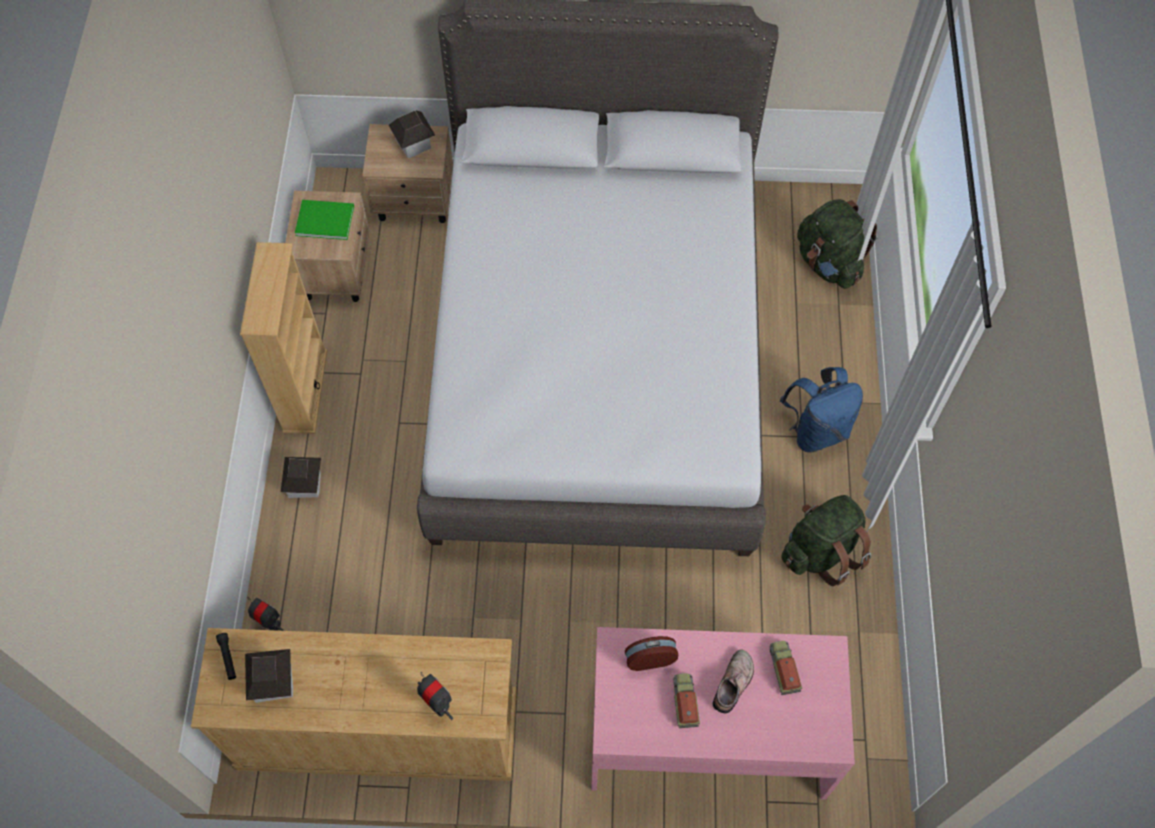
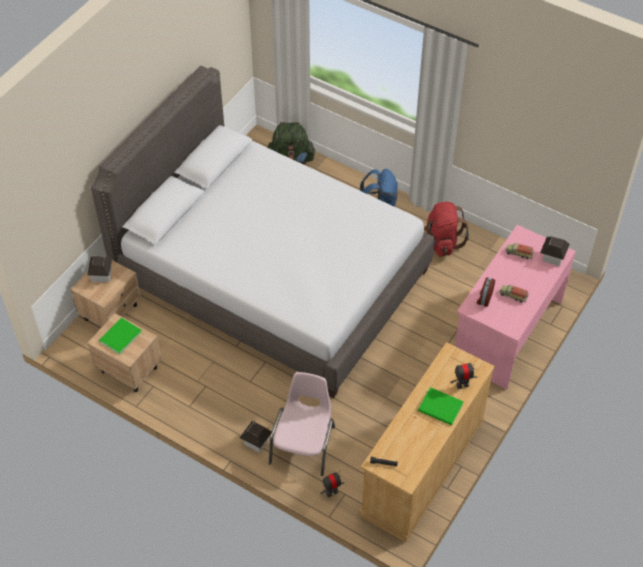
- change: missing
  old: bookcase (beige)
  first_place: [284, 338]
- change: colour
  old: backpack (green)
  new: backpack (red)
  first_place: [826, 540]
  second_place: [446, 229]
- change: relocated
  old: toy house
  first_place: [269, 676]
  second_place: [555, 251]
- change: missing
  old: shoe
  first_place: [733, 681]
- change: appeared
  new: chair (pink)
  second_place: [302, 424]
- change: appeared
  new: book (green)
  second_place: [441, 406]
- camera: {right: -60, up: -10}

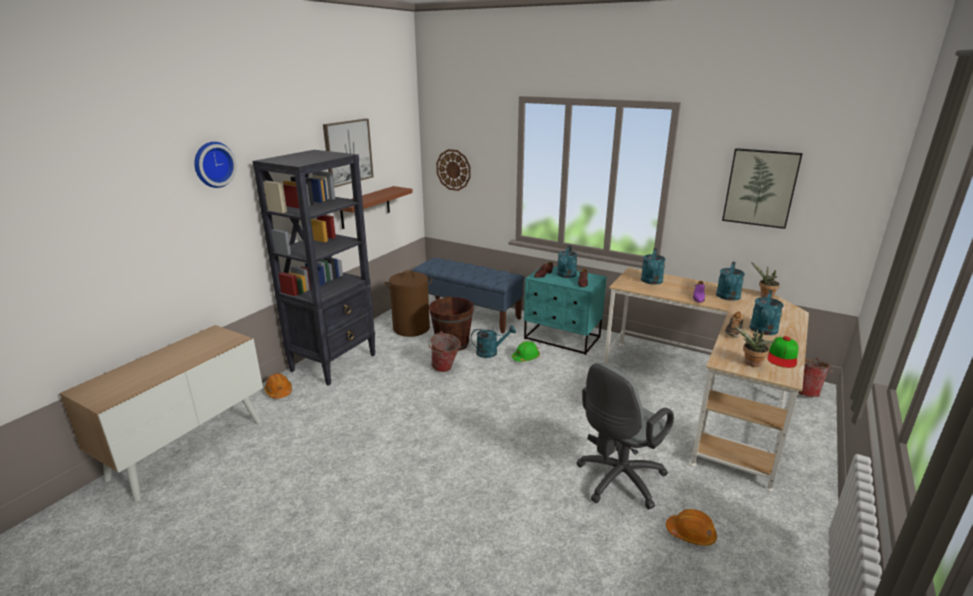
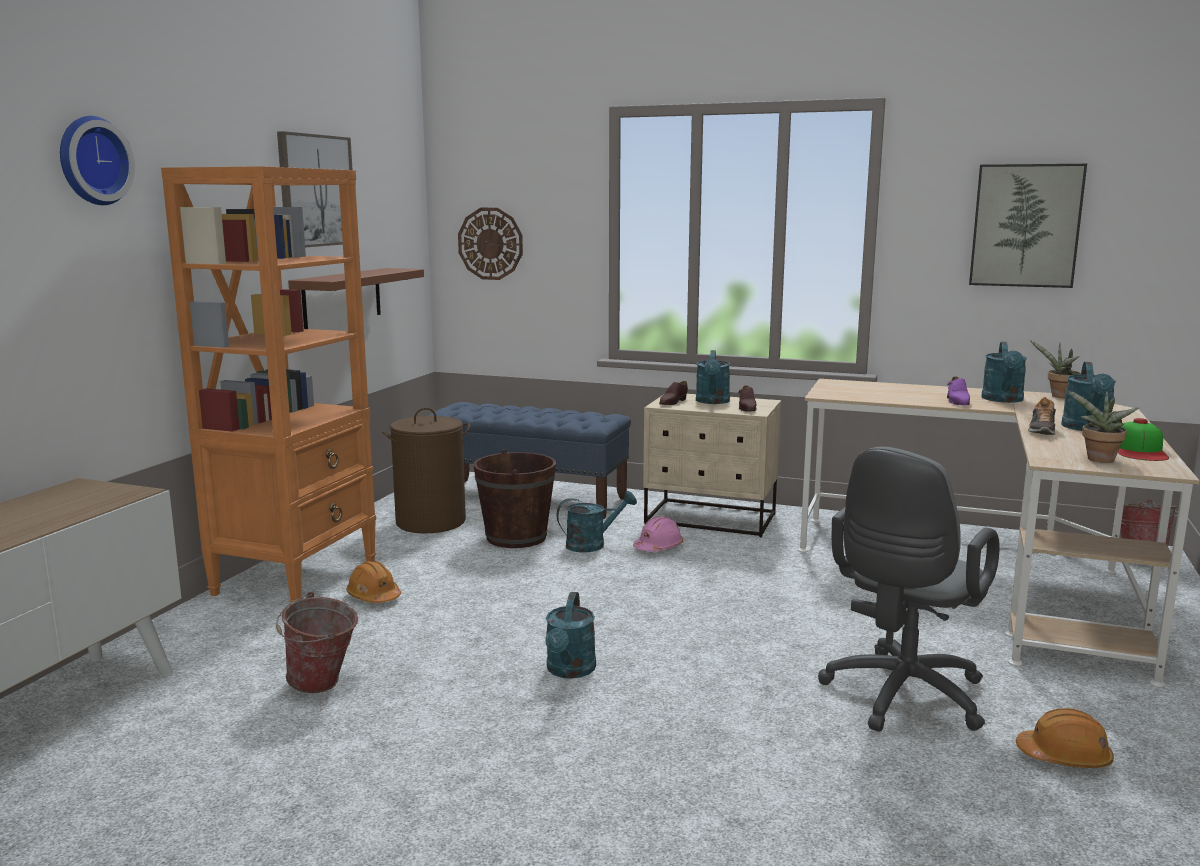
- change: colour
  old: bookcase (black)
  new: bookcase (orange)
  first_place: [314, 268]
  second_place: [268, 384]
- change: relocated
  old: watering can (turquoise)
  first_place: [653, 266]
  second_place: [570, 635]
- change: colour
  old: nightstand (turquoise)
  new: nightstand (beige)
  first_place: [565, 310]
  second_place: [712, 465]
- change: relocated
  old: bucket
  first_place: [444, 351]
  second_place: [317, 642]
- change: colour
  old: hard hat (green)
  new: hard hat (pink)
  first_place: [525, 351]
  second_place: [658, 533]
- change: relocated
  old: hard hat (orange)
  first_place: [278, 386]
  second_place: [373, 582]
- camera: {right: -10, up: -10}

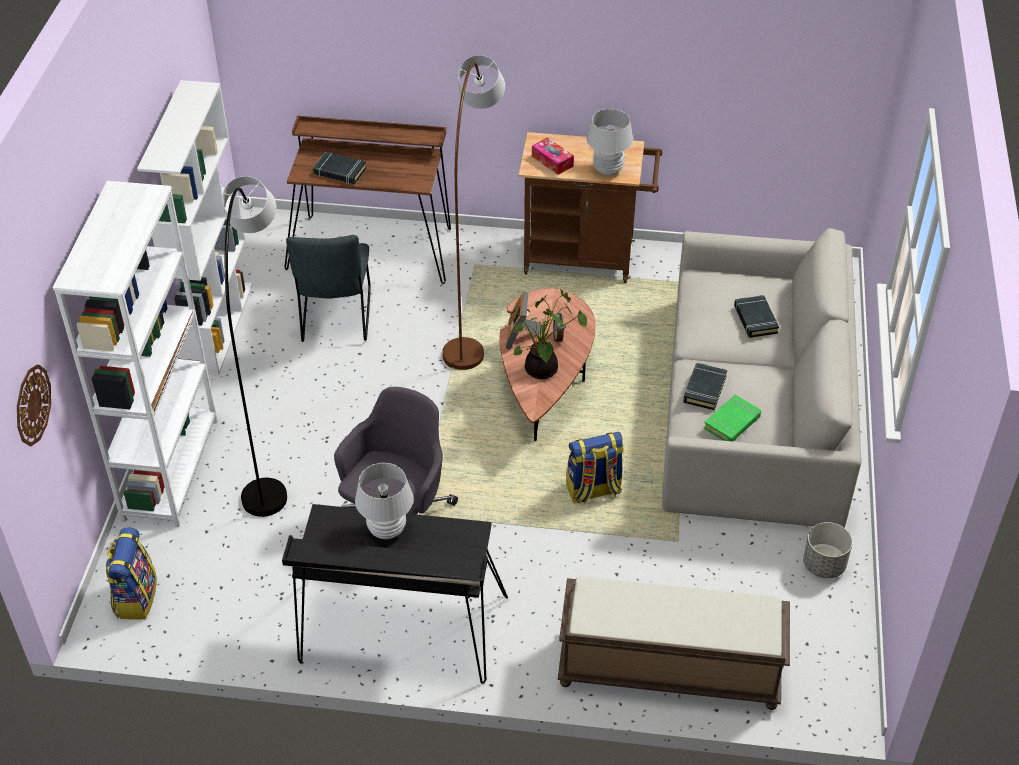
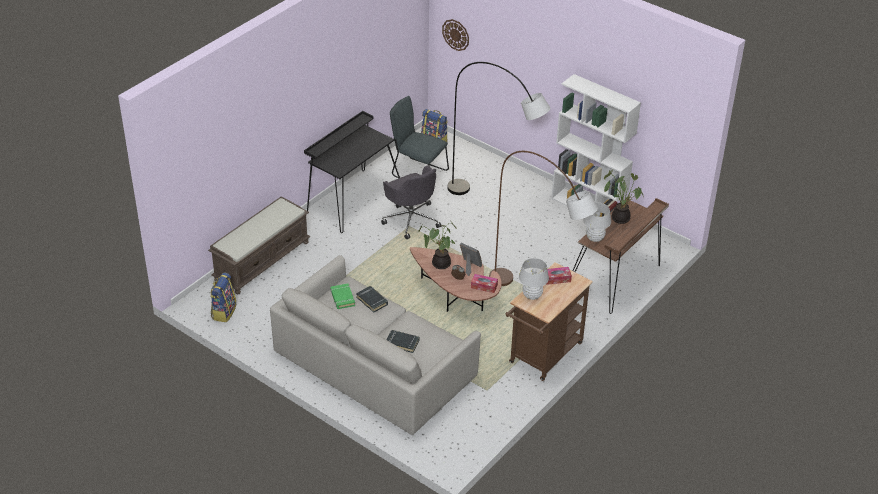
- change: exchanged
  old: book (black)
  new: potted plant
  first_place: [339, 168]
  second_place: [624, 197]
- change: missing
  old: bookcase (white)
  first_place: [135, 354]
- change: relocated
  old: chair (grey)
  first_place: [328, 288]
  second_place: [419, 137]
- change: relocated
  old: backpack
  first_place: [595, 468]
  second_place: [223, 297]
- change: relocated
  old: table lamp (white)
  first_place: [384, 501]
  second_place: [597, 222]
- change: missing
  old: planter (grey)
  first_place: [828, 550]
- change: appeared
  new: tissue box
  second_place: [484, 283]
- camera: {right: 120, up: -5}

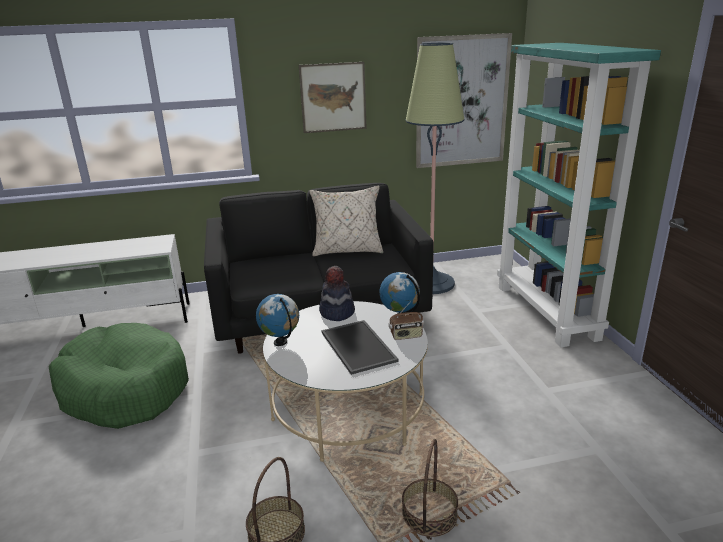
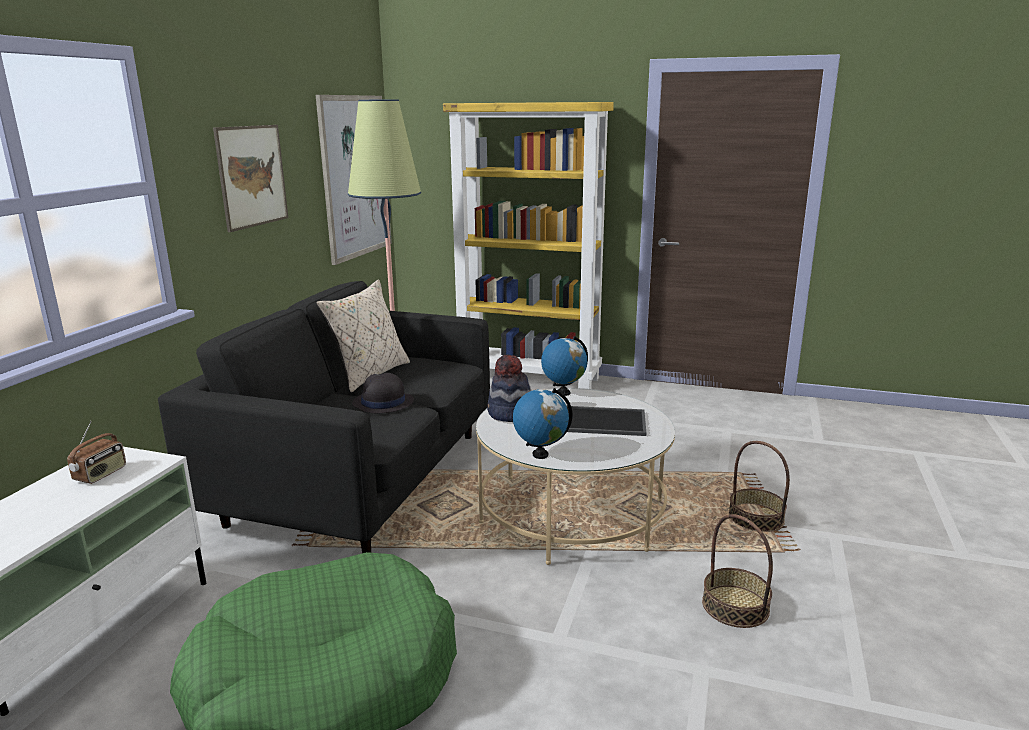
- change: colour
  old: bookcase (turquoise)
  new: bookcase (yellow)
  first_place: [579, 195]
  second_place: [528, 245]
- change: relocated
  old: radio
  first_place: [406, 320]
  second_place: [96, 452]
- change: appeared
  new: hat (black)
  second_place: [383, 393]
- camera: {right: -60, up: -5}

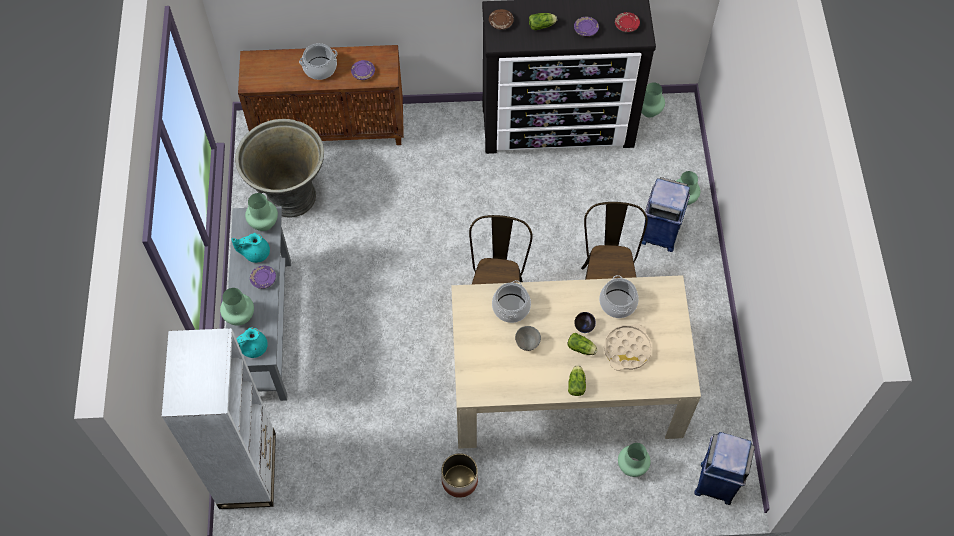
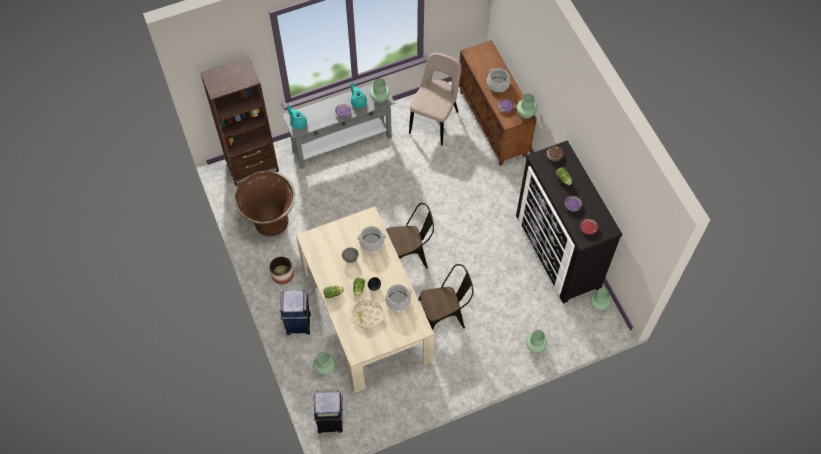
- change: exchanged
  old: planter (grey)
  new: chair (beige)
  first_place: [279, 168]
  second_place: [435, 99]
- change: relocated
  old: trash can (blue)
  first_place: [665, 214]
  second_place: [295, 312]
- change: relocated
  old: vase (green)
  first_place: [237, 306]
  second_place: [527, 106]
- change: colour
  old: bookcase (white)
  new: bookcase (brown)
  first_place: [218, 418]
  second_place: [239, 121]
- change: appeared
  new: planter (brown)
  second_place: [265, 203]
- camera: {right: 70, up: 0}

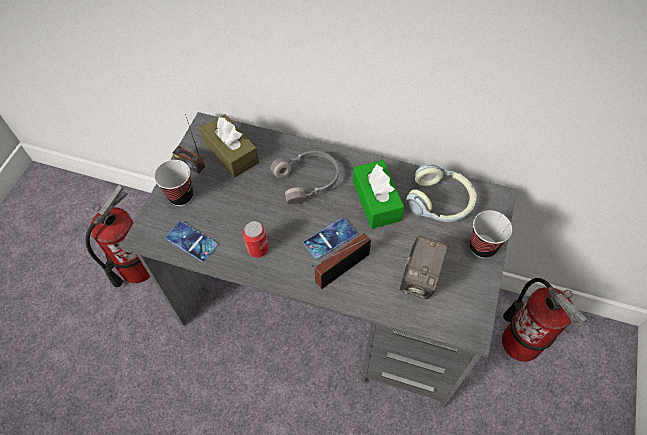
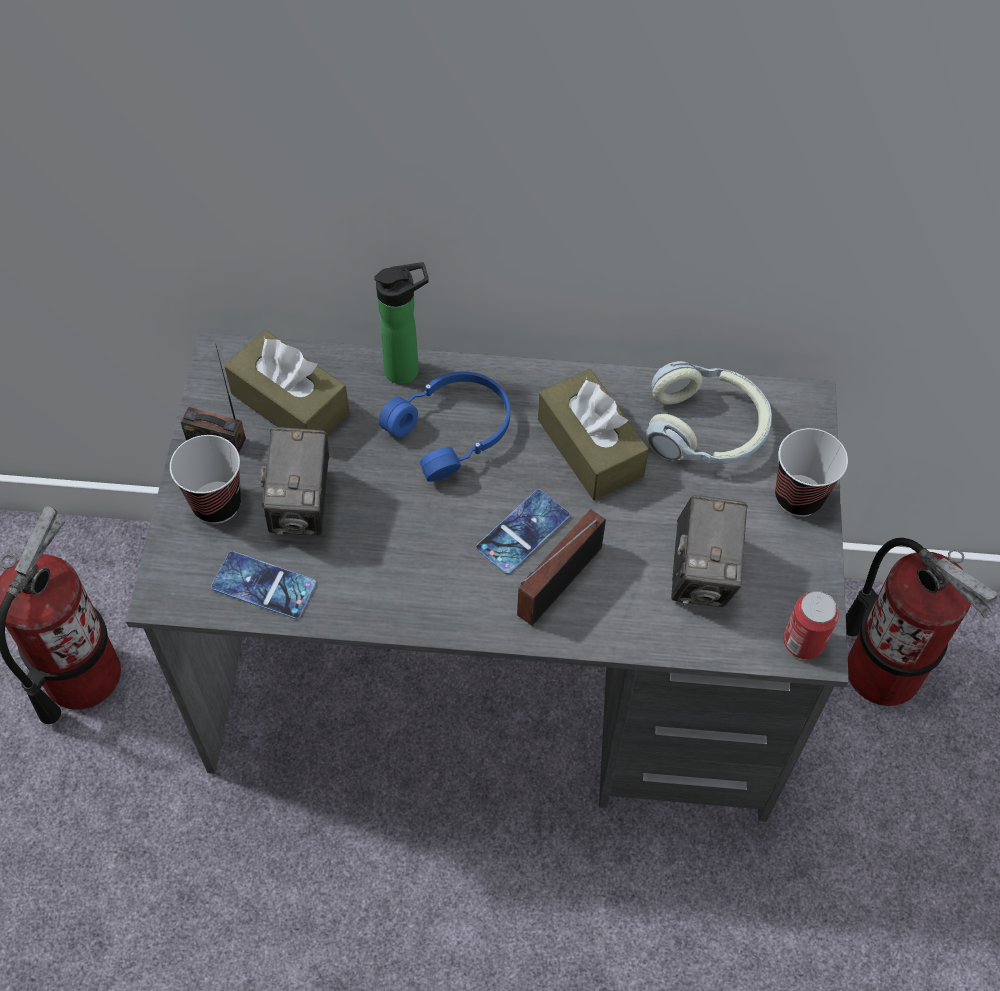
- change: colour
  old: headphones (grey)
  new: headphones (blue)
  first_place: [304, 177]
  second_place: [444, 426]
- change: colour
  old: tissue box (green)
  new: tissue box (brown)
  first_place: [378, 194]
  second_place: [593, 434]
- change: relocated
  old: can
  first_place: [256, 239]
  second_place: [811, 625]
- change: appeared
  new: bottle
  second_place: [401, 323]
- change: appeared
  new: photo camera
  second_place: [294, 481]
- camera: {right: -15, up: 0}

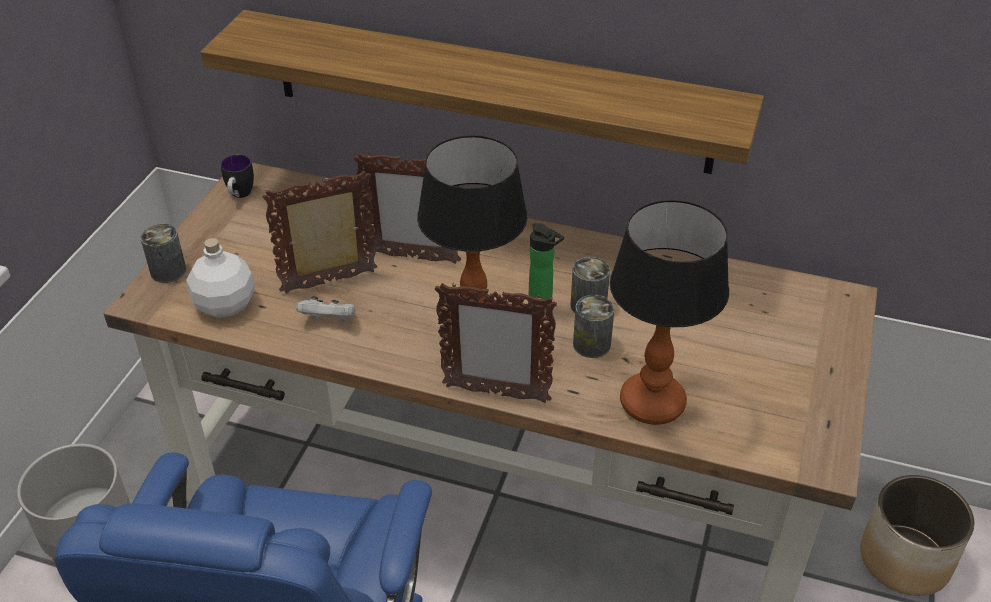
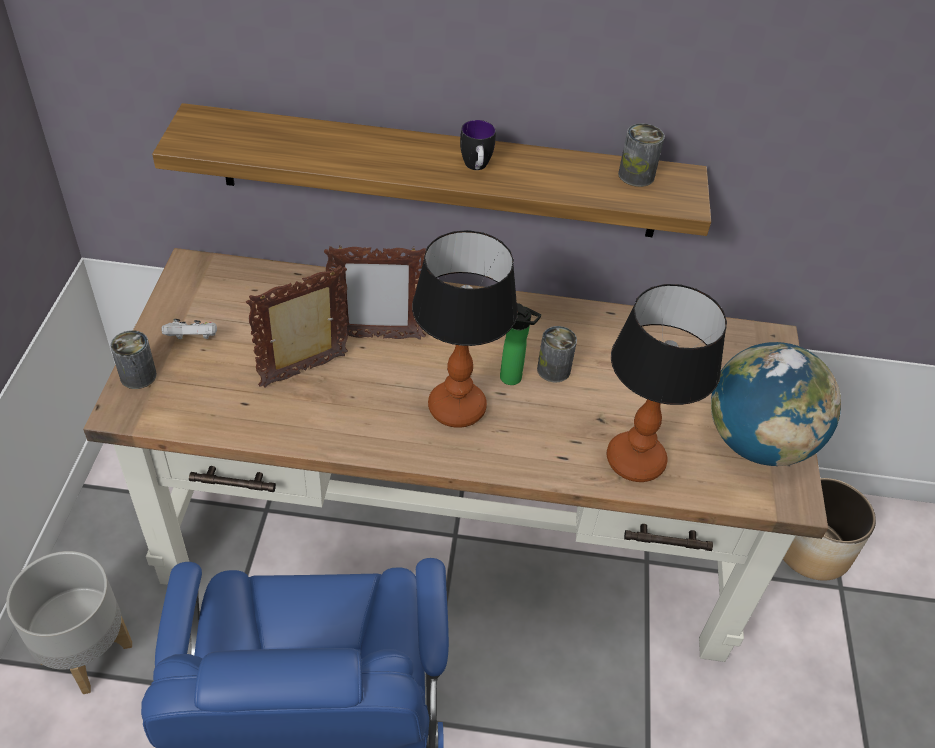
- change: relocated
  old: mug
  first_place: [237, 176]
  second_place: [478, 145]
- change: missing
  old: bottle (white)
  first_place: [220, 278]
- change: missing
  old: picture frame
  first_place: [496, 343]
- change: relocated
  old: can
  first_place: [594, 326]
  second_place: [641, 155]
- change: relocated
  old: game controller (white)
  first_place: [325, 309]
  second_place: [189, 329]
- change: appeared
  new: globe
  second_place: [776, 404]
- camera: {right: -15, up: 5}

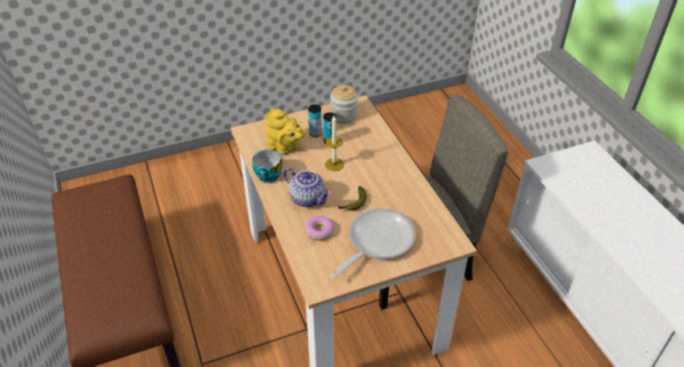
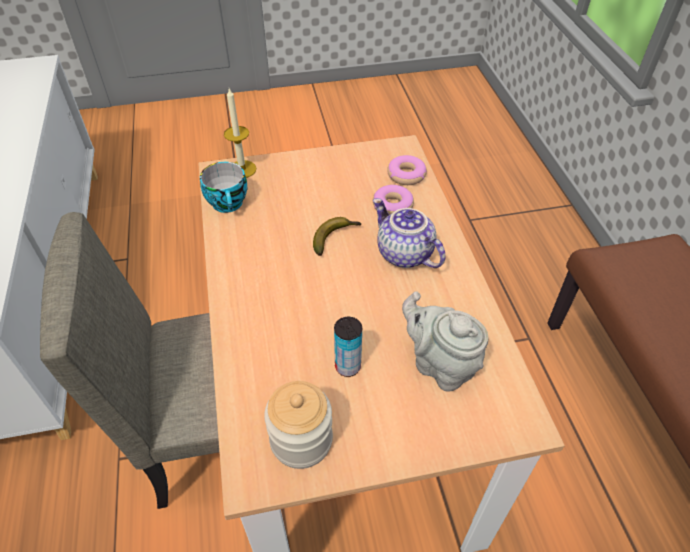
- change: missing
  old: can
  first_place: [315, 120]
- change: colour
  old: teapot (yellow)
  new: teapot (grey)
  first_place: [285, 131]
  second_place: [445, 341]
- change: relocated
  old: candle
  first_place: [334, 143]
  second_place: [240, 133]
- change: relocated
  old: cup
  first_place: [267, 166]
  second_place: [223, 187]
- change: missing
  old: frying pan
  first_place: [372, 243]
- change: appeared
  new: donut
  second_place: [407, 170]
- camera: {right: -170, up: 5}

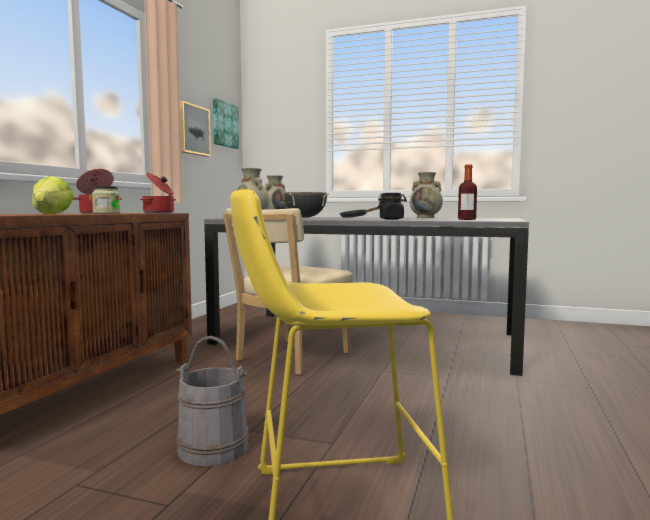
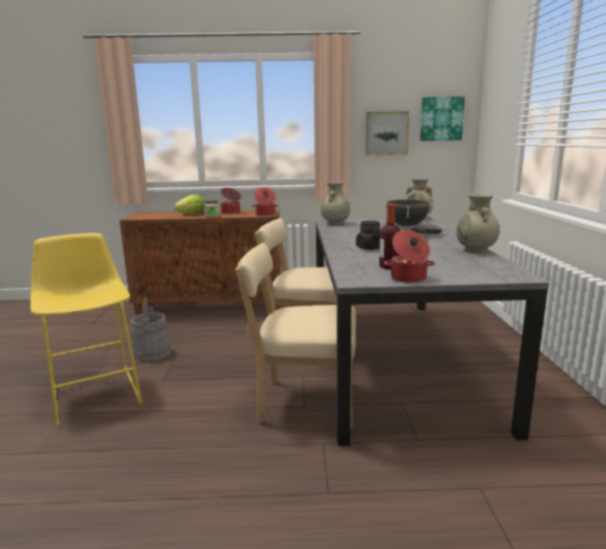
- change: appeared
  new: cooking pot
  second_place: [409, 256]
- change: appeared
  new: chair (beige)
  second_place: [295, 336]
- camera: {right: 70, up: 10}

